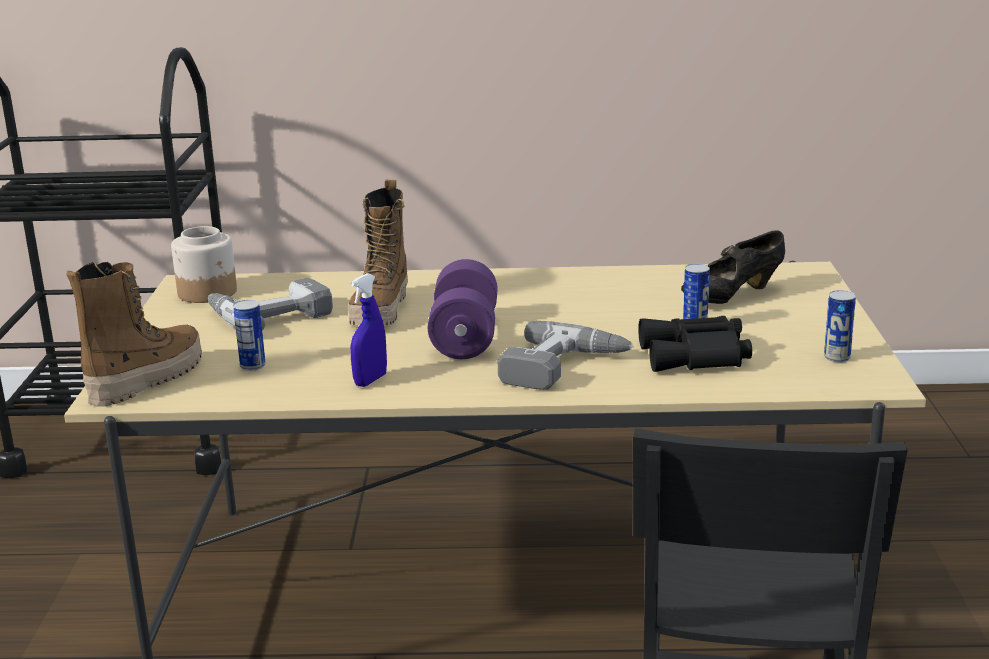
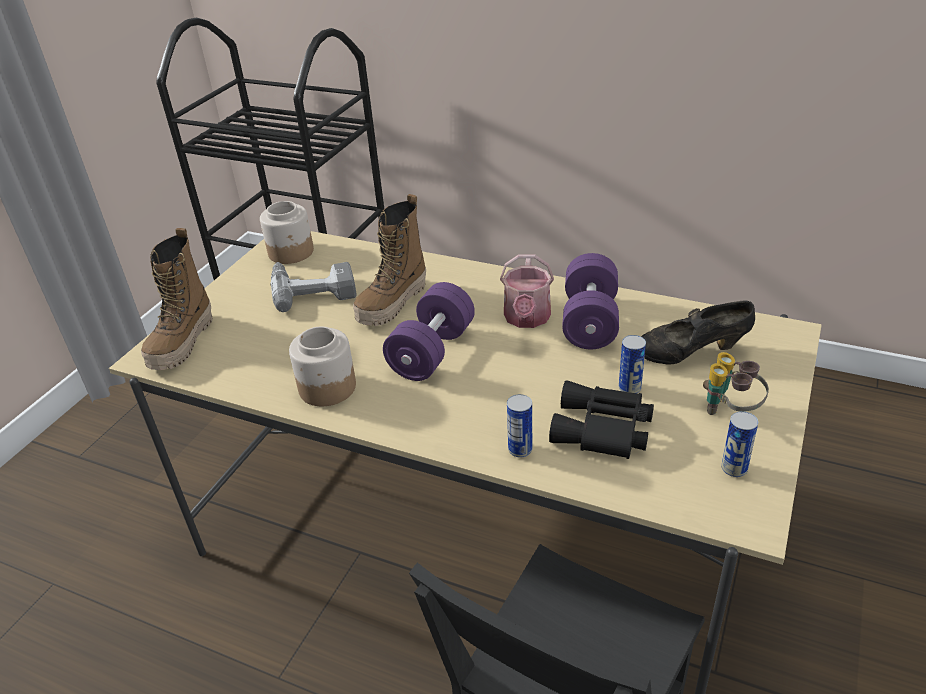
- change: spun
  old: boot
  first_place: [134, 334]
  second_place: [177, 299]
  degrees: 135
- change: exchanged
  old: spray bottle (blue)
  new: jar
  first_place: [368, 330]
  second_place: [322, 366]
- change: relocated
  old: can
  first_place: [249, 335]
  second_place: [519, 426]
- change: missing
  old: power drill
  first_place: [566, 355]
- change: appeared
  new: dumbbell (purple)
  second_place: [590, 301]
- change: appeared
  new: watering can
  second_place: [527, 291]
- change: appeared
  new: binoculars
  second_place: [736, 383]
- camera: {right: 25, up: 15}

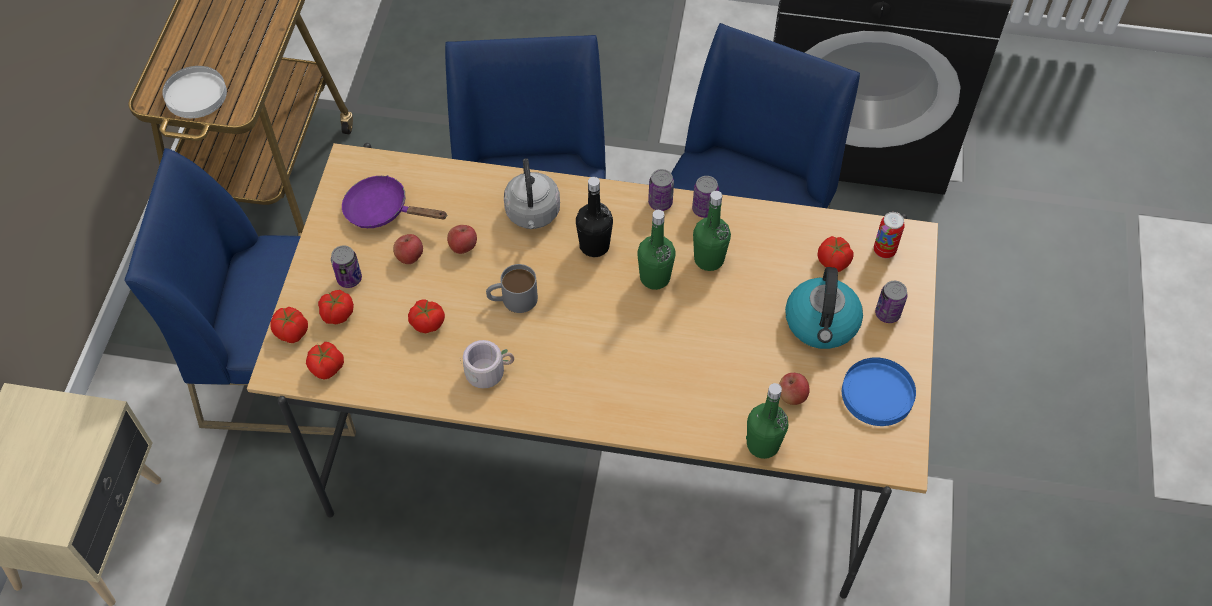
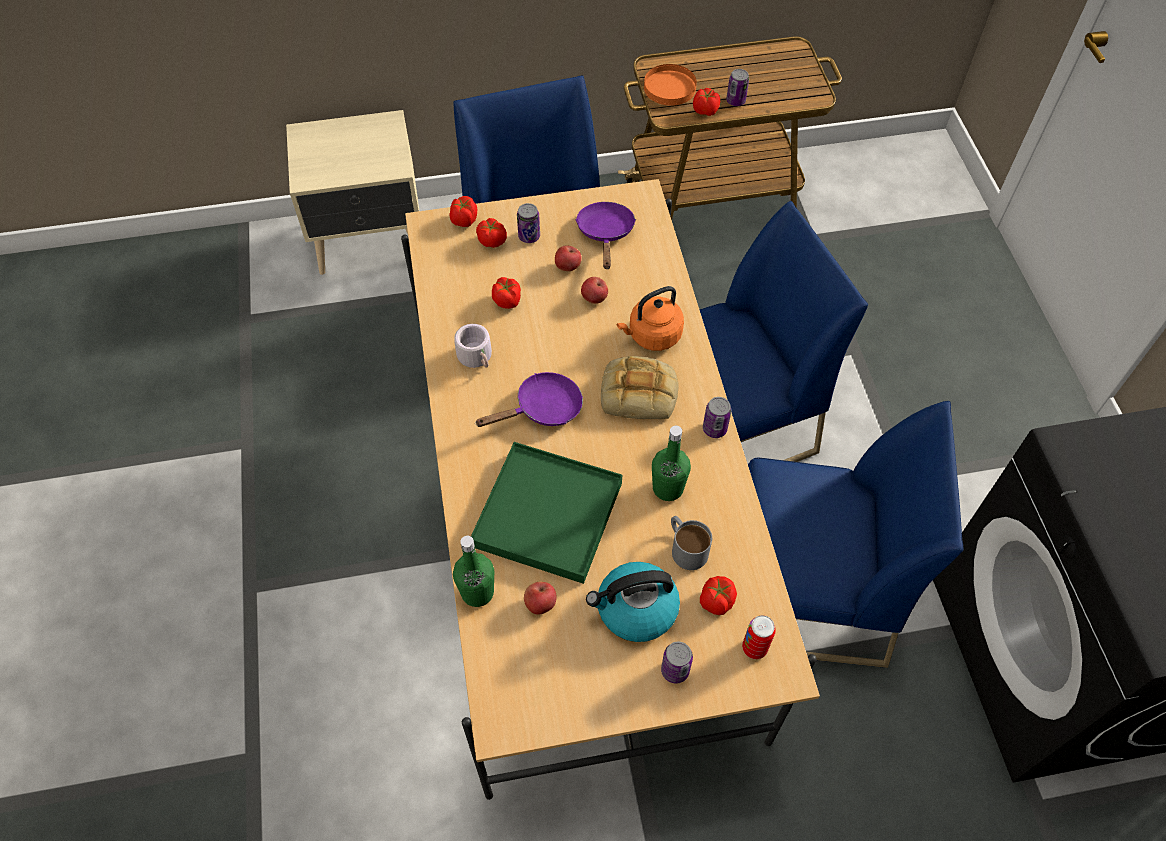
- change: colour
  old: plate (white)
  new: plate (orange)
  first_place: [194, 92]
  second_place: [670, 85]
- change: colour
  old: kettle (grey)
  new: kettle (orange)
  first_place: [532, 193]
  second_place: [650, 318]
- change: relocated
  old: can
  first_place: [705, 197]
  second_place: [737, 87]
- change: exchanged
  old: bottle (black)
  new: bread
  first_place: [594, 217]
  second_place: [640, 387]
- change: missing
  old: bottle (green)
  first_place: [656, 250]
- change: relocated
  old: mug (grey)
  first_place: [512, 288]
  second_place: [691, 543]
- change: relocated
  old: tomato
  first_place: [325, 361]
  second_place: [706, 102]
- change: missing
  old: plate (blue)
  first_place: [879, 391]
- change: appeared
  new: frying pan (purple)
  second_place: [529, 399]
- change: appeared
  new: tray (green)
  second_place: [546, 513]
- camera: {right: 70, up: 0}

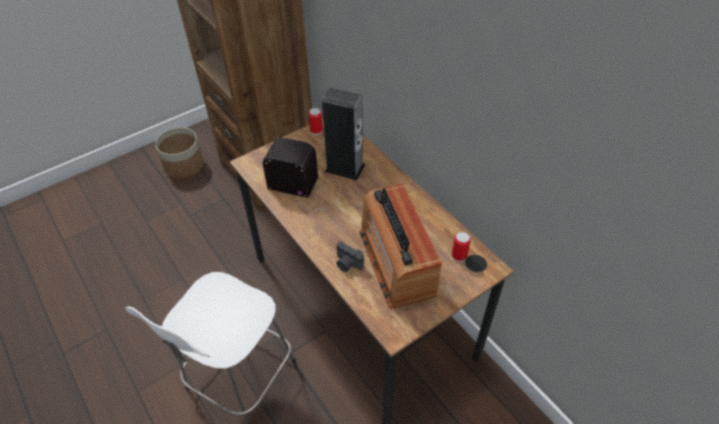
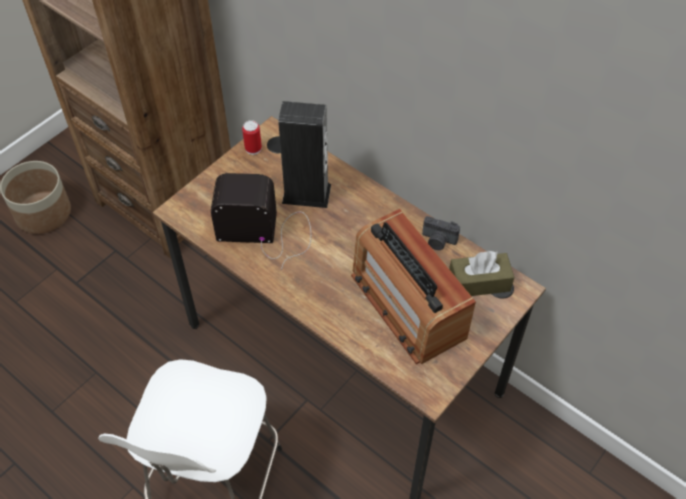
- change: exchanged
  old: can
  new: tissue box (brown)
  first_place: [461, 247]
  second_place: [481, 273]
- change: relocated
  old: photo camera
  first_place: [350, 256]
  second_place: [441, 233]
- camera: {right: -15, up: 5}

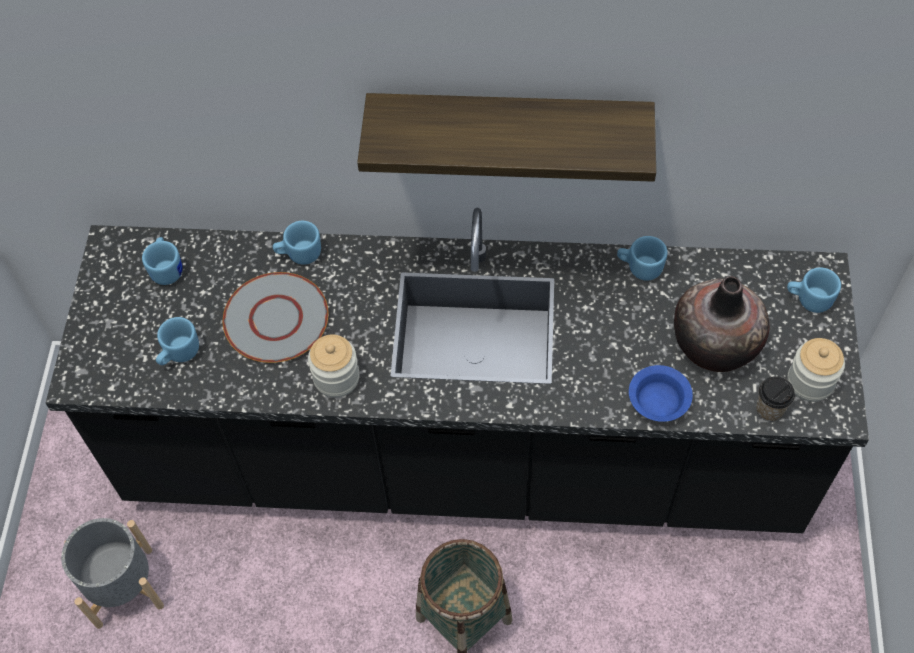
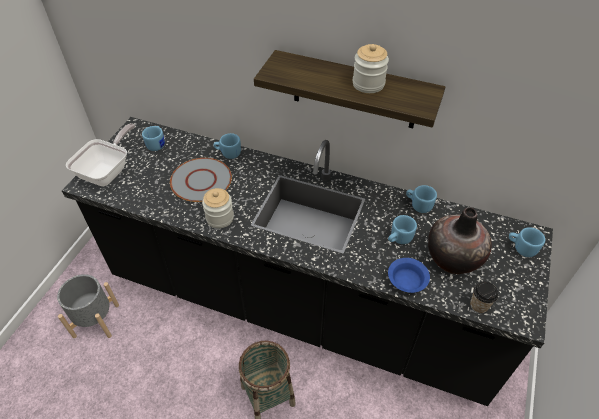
- change: relocated
  old: mug (blue)
  first_place: [177, 341]
  second_place: [402, 229]
- change: relocated
  old: jar
  first_place: [816, 370]
  second_place: [371, 68]
- change: appeared
  new: frying pan
  second_place: [100, 154]
- camera: {right: 15, up: -10}

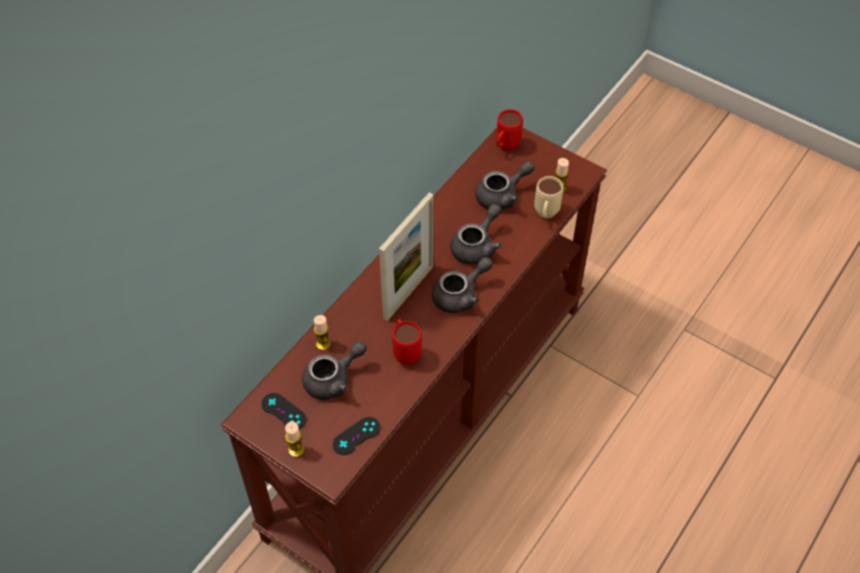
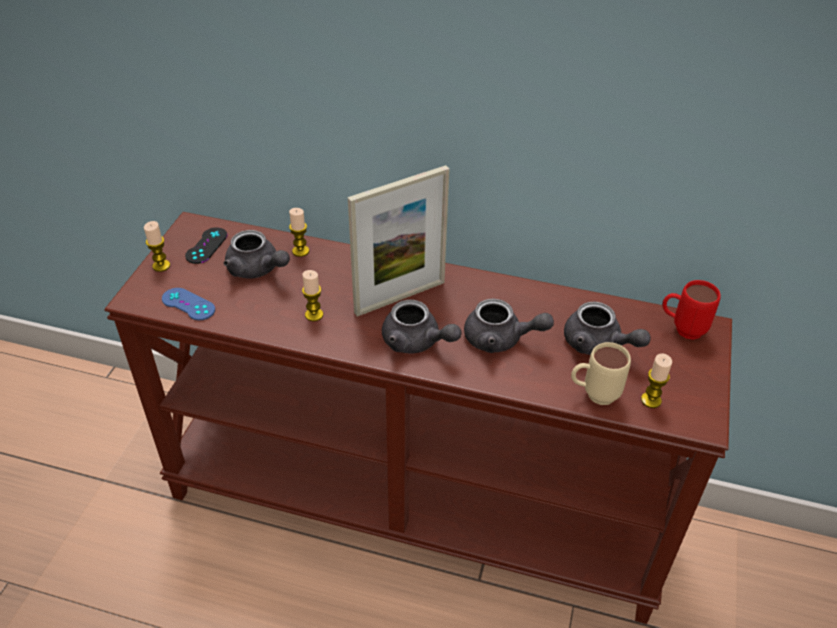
- change: spun
  old: picture frame
  first_place: [406, 257]
  second_place: [399, 241]
  degrees: -45
- change: exchanged
  old: mug (red)
  new: candle
  first_place: [407, 342]
  second_place: [312, 296]
- change: colour
  old: game controller (black)
  new: game controller (blue)
  first_place: [356, 436]
  second_place: [188, 304]
- camera: {right: 70, up: -10}

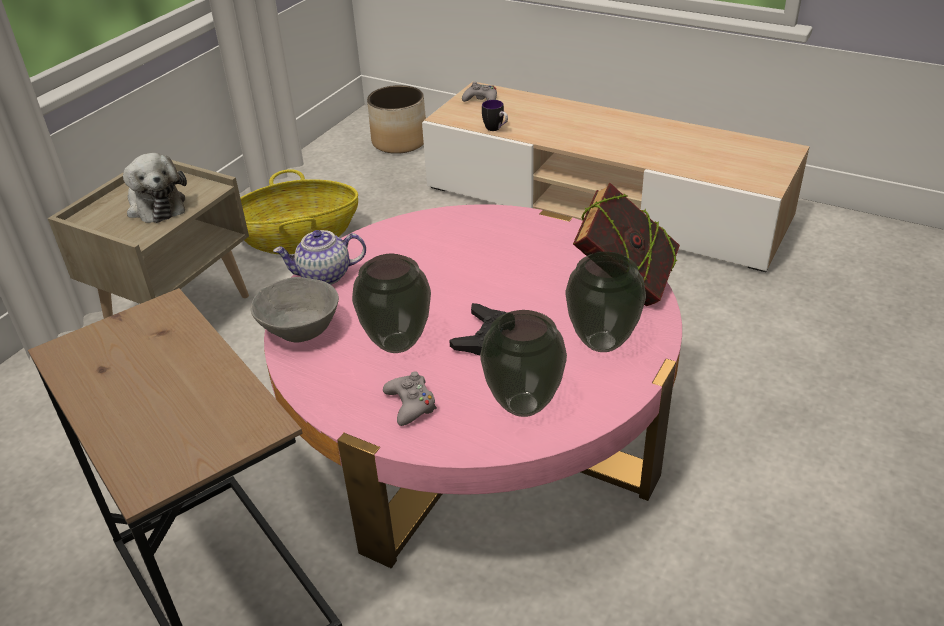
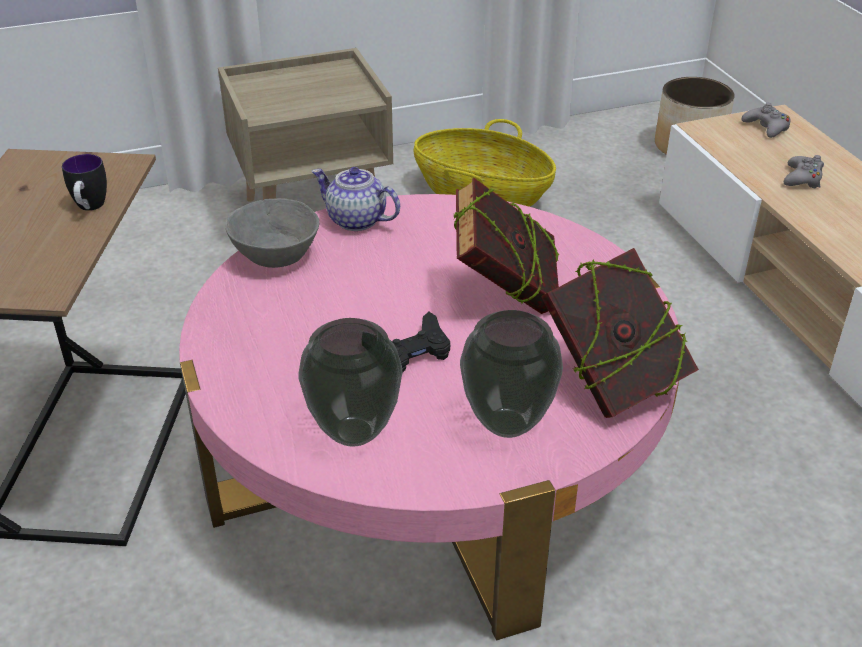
- change: relocated
  old: mug
  first_place: [495, 115]
  second_place: [84, 182]
- change: missing
  old: plush toy
  first_place: [155, 188]
- change: missing
  old: vase
  first_place: [391, 303]
- change: relocated
  old: game controller (grey)
  first_place: [410, 398]
  second_place: [804, 171]
- change: appeared
  new: book
  second_place: [506, 245]
- camera: {right: 40, up: 0}

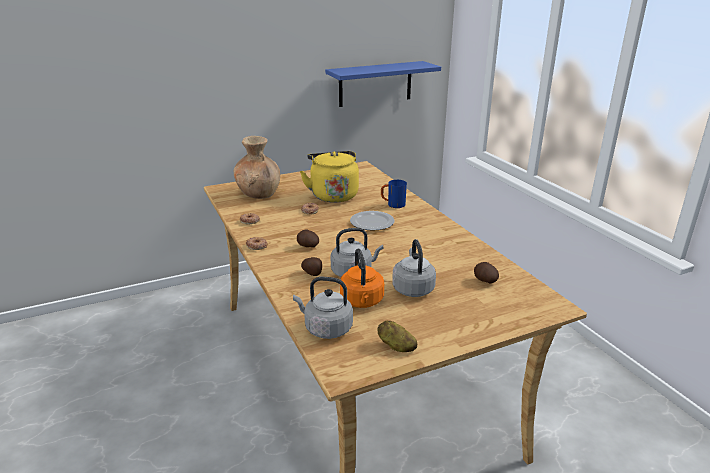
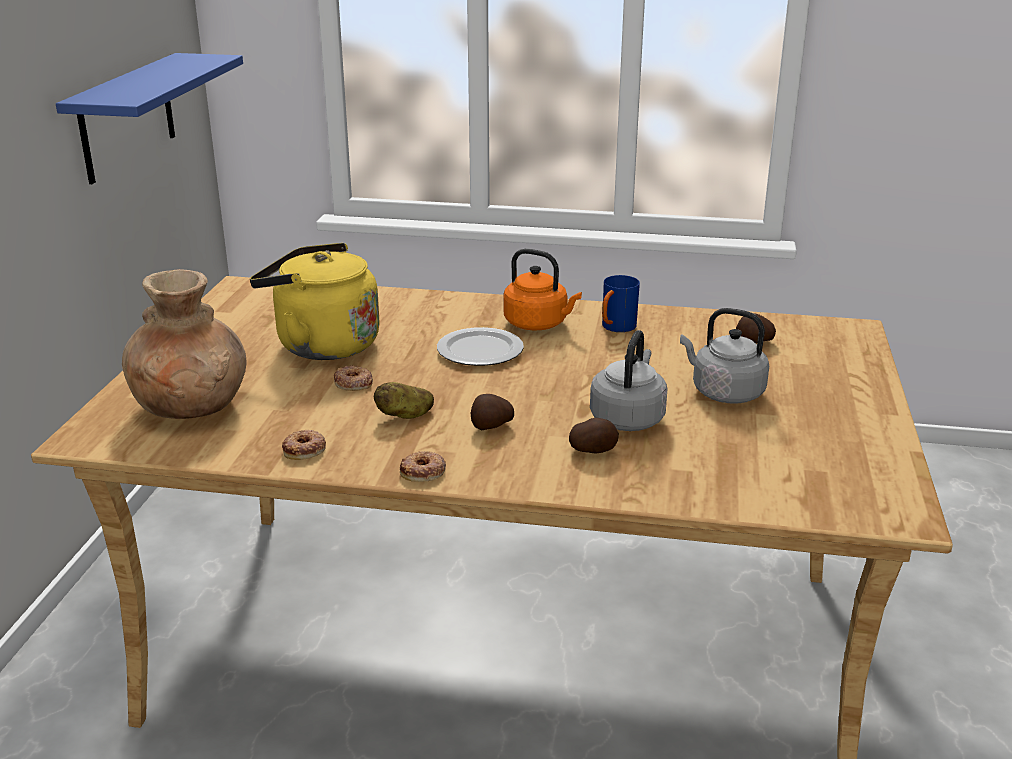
- change: relocated
  old: mug (blue)
  first_place: [394, 194]
  second_place: [621, 303]
- change: relocated
  old: kettle (orange)
  first_place: [362, 278]
  second_place: [542, 289]
- change: missing
  old: kettle (grey)
  first_place: [323, 308]
- change: relocated
  old: potato
  first_place: [397, 336]
  second_place: [404, 400]
- camera: {right: -55, up: 0}

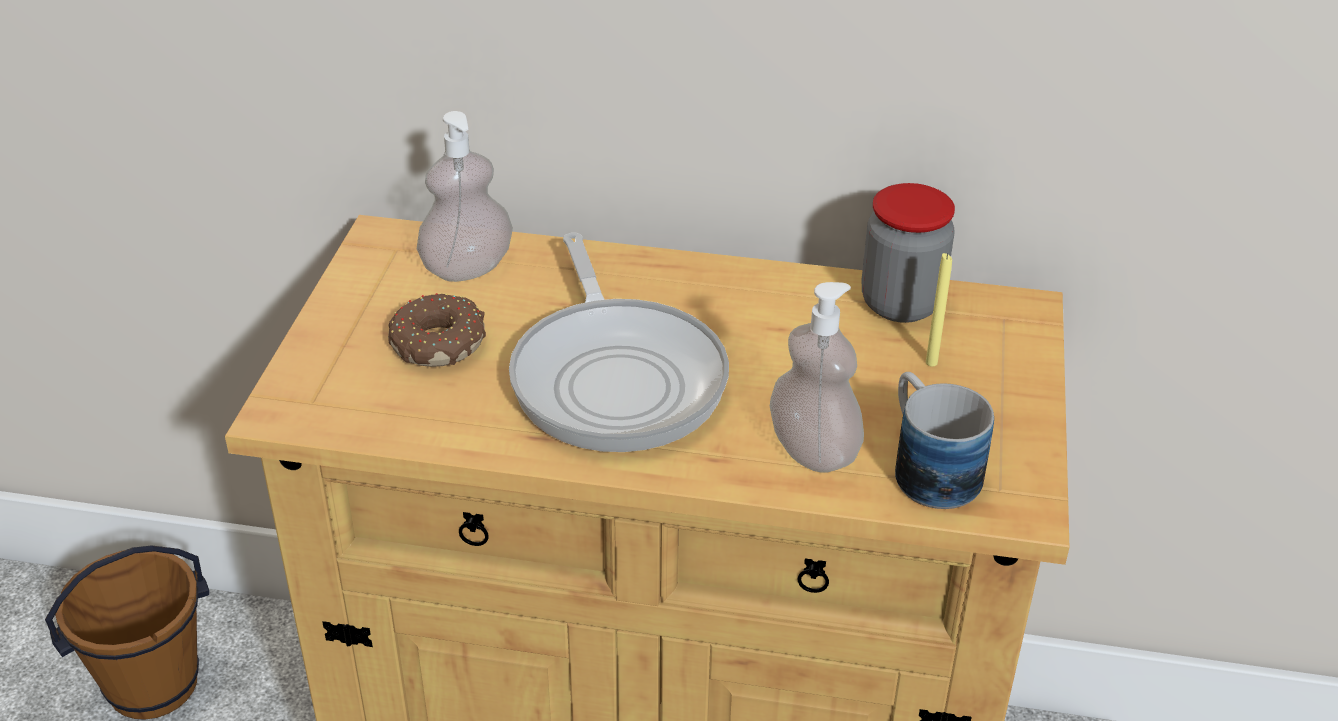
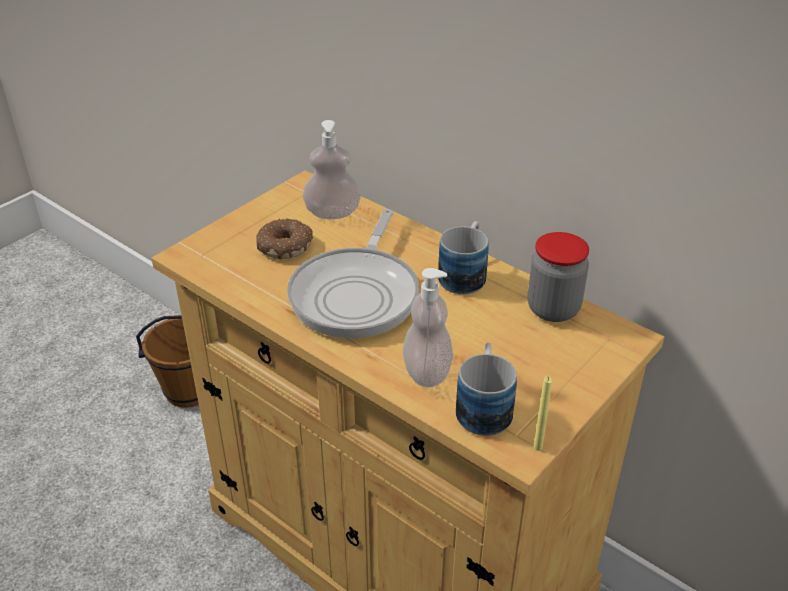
- change: relocated
  old: candle (yellow)
  first_place: [939, 310]
  second_place: [543, 413]
- change: appeared
  new: mug
  second_place: [463, 257]
- camera: {right: 30, up: 0}

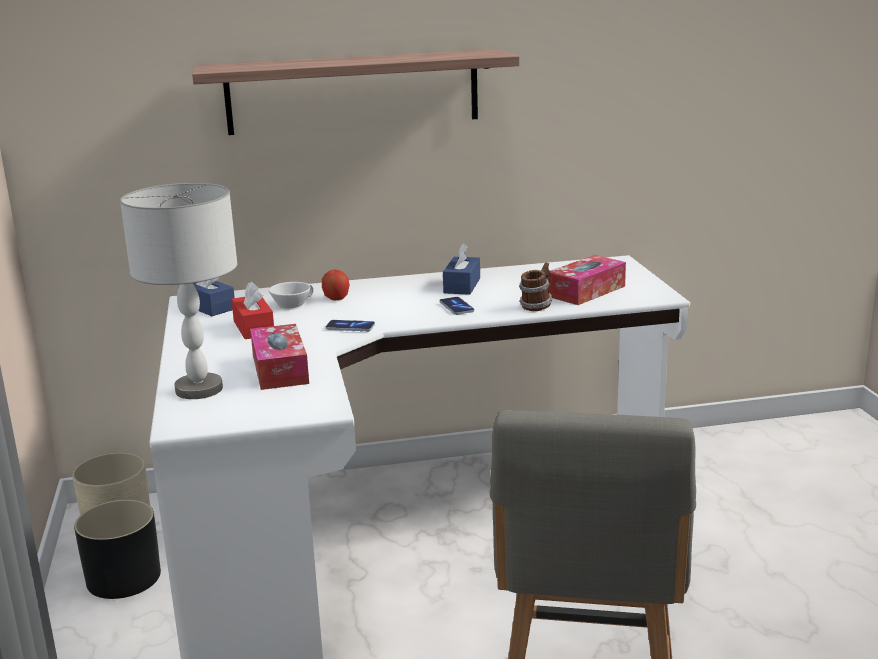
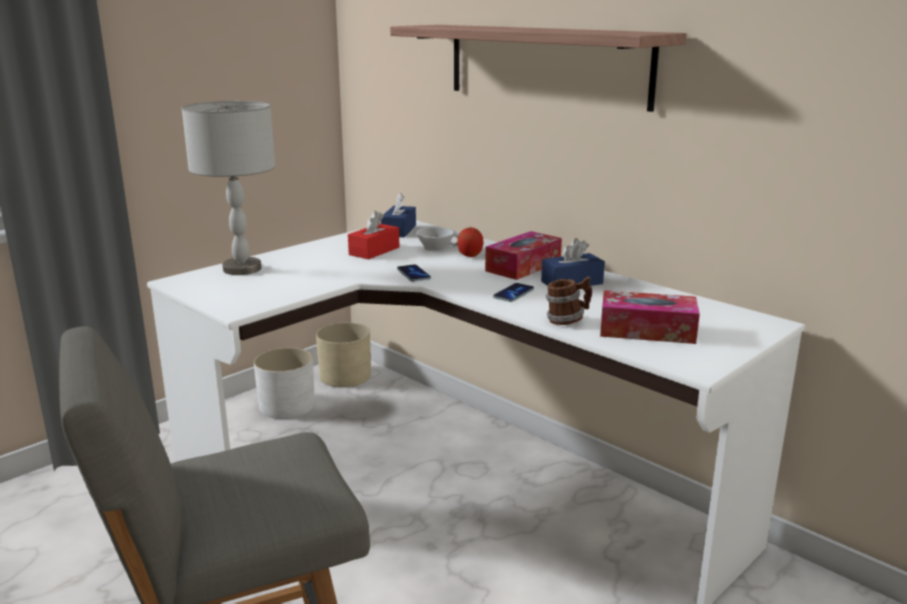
- change: relocated
  old: tissue box
  first_place: [279, 357]
  second_place: [523, 255]
- change: colour
  old: planter (black)
  new: planter (white)
  first_place: [117, 549]
  second_place: [284, 383]
- camera: {right: 55, up: 0}

